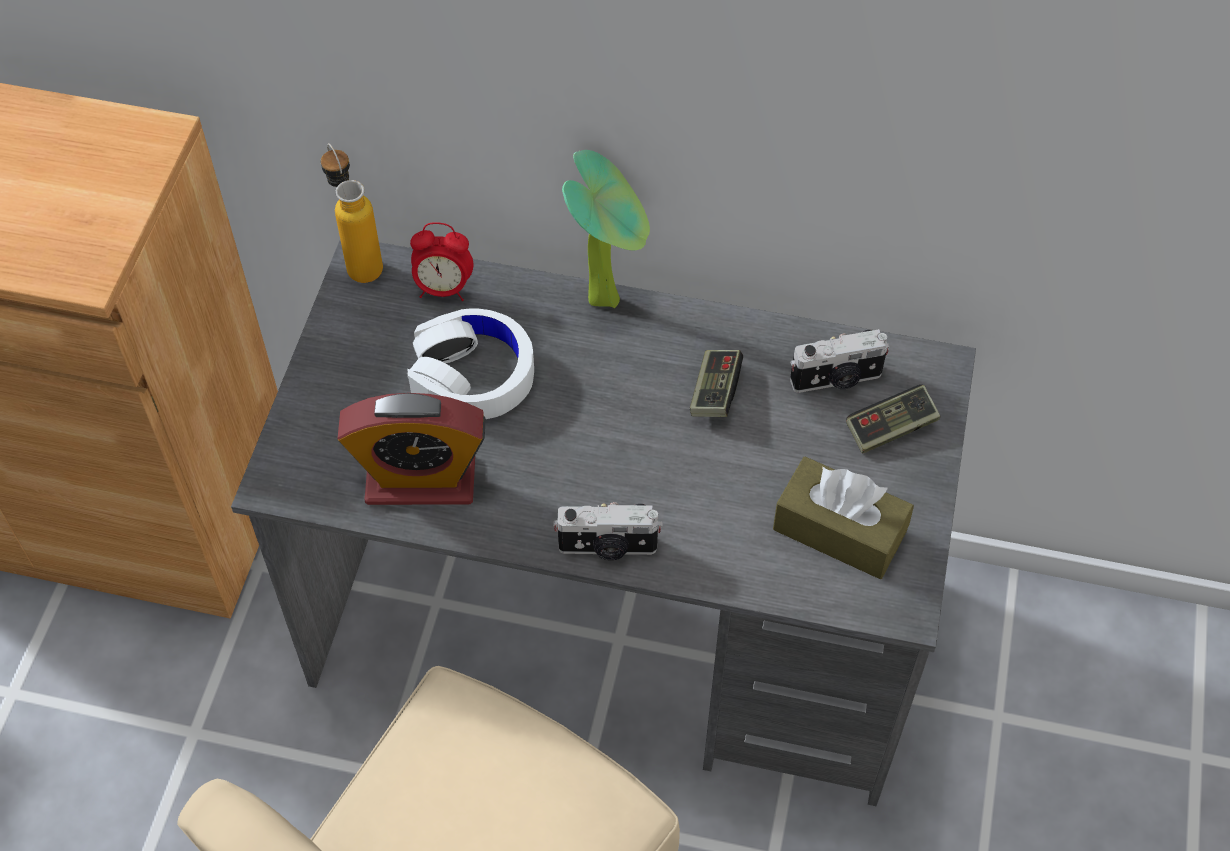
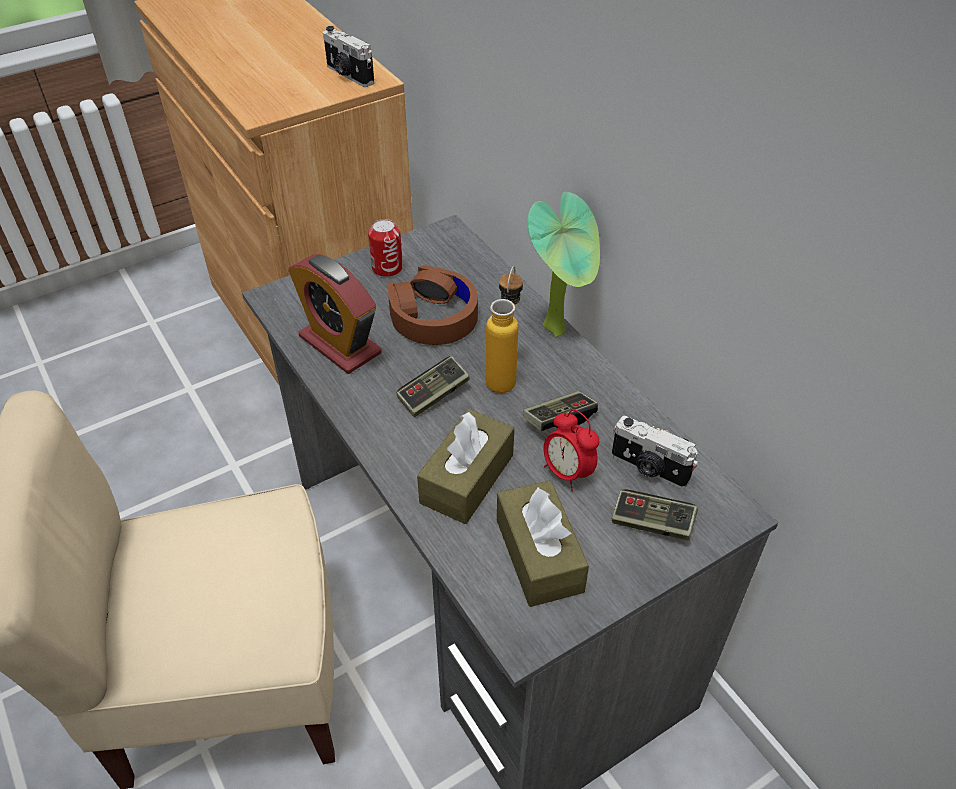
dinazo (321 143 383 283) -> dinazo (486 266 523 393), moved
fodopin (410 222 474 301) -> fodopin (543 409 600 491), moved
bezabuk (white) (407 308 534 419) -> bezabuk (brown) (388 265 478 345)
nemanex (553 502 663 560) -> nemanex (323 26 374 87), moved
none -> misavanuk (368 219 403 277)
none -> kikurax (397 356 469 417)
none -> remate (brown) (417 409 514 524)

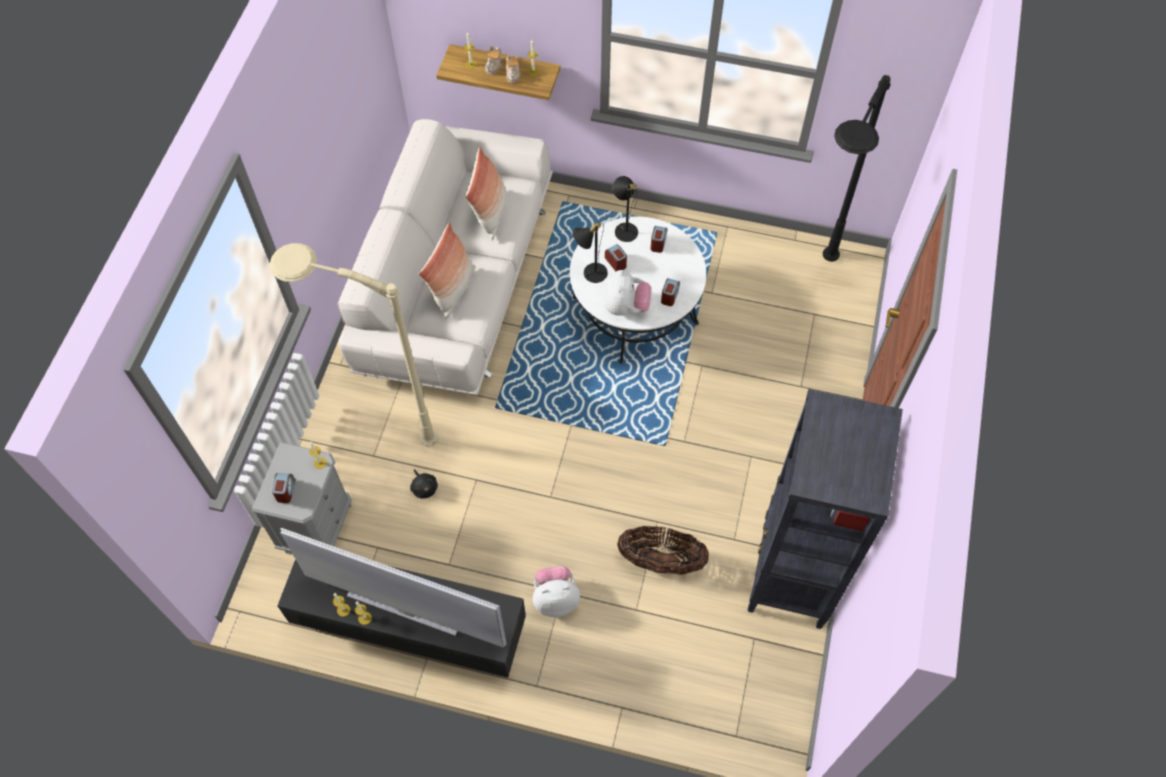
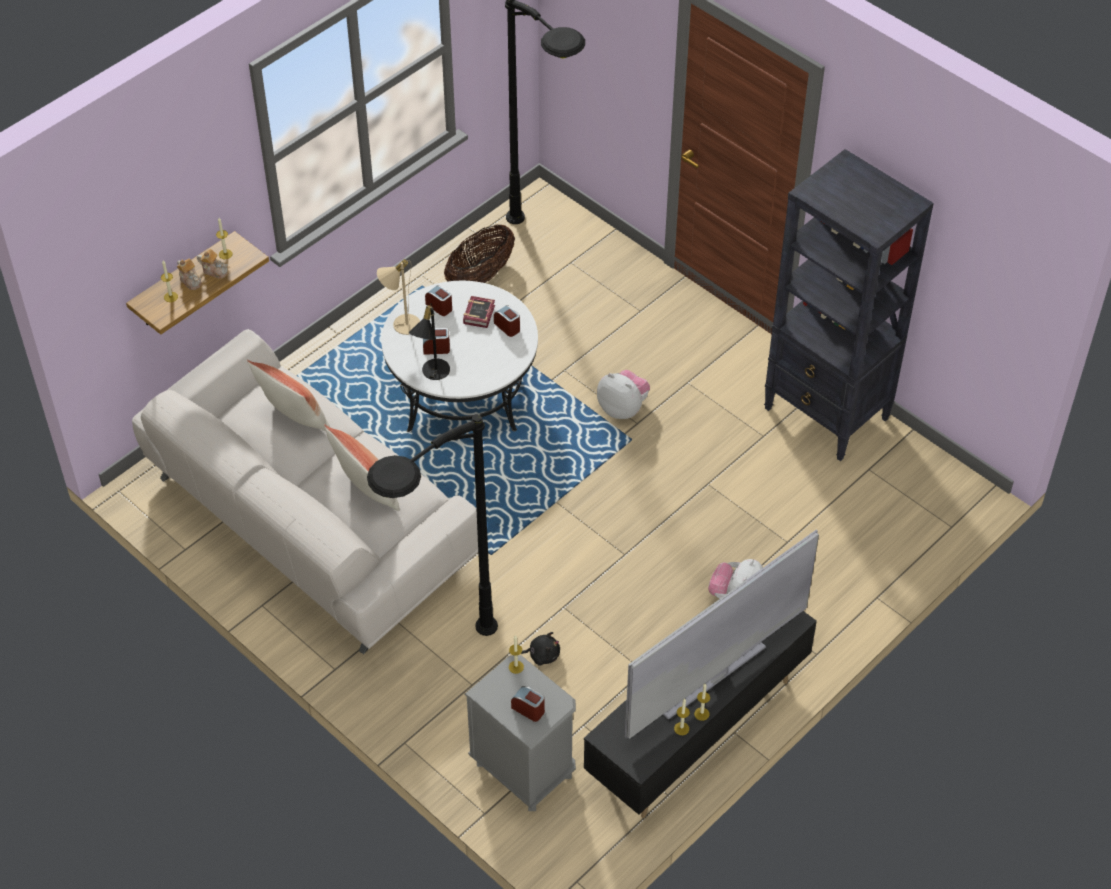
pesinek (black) (613 176 638 242) -> pesinek (beige) (377 259 420 335)
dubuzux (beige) (269 243 439 447) -> dubuzux (black) (367 414 498 636)
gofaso (604 270 651 316) -> gofaso (597 370 650 419), moved
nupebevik (617 526 709 575) -> nupebevik (444 224 515 283), moved
none -> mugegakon (463 296 495 328)

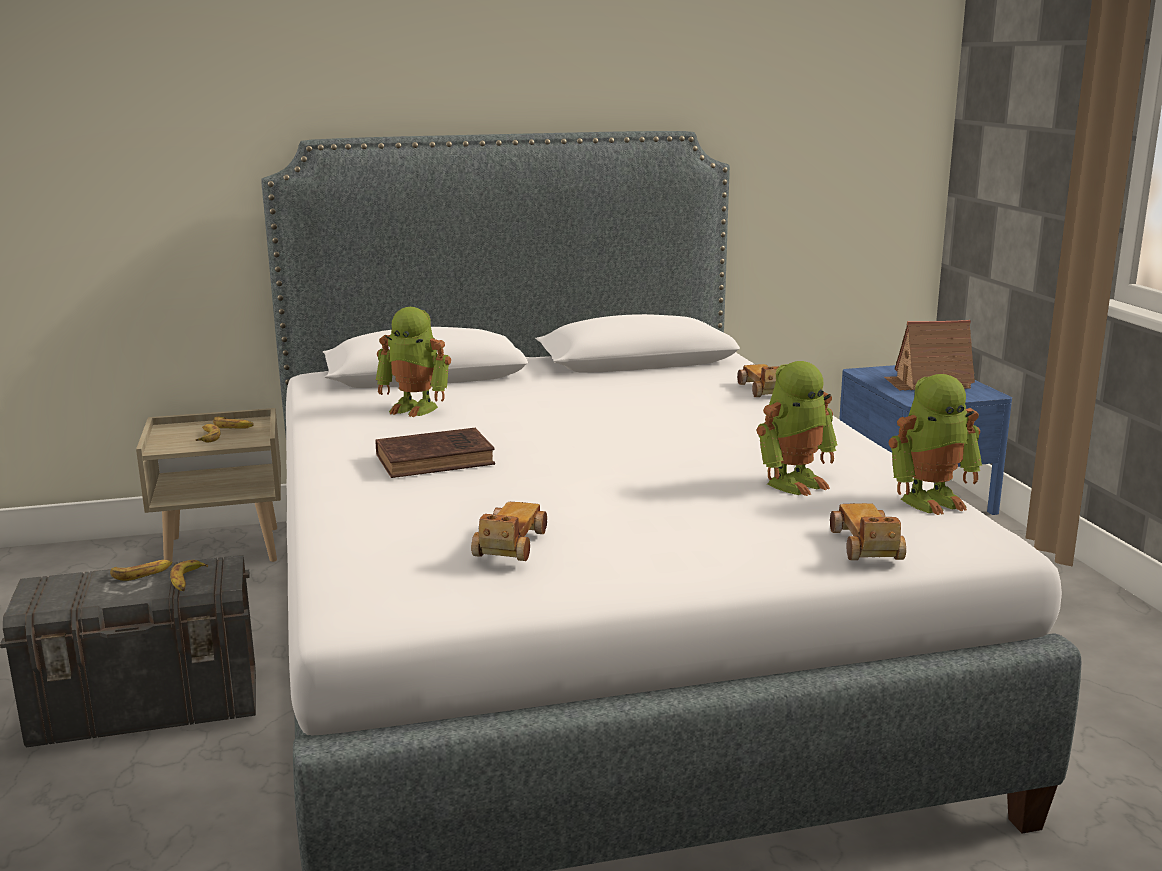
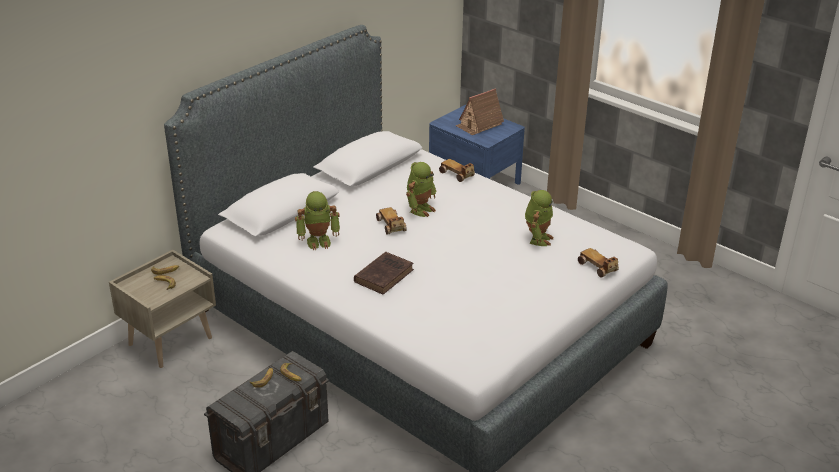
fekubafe (889 374 982 515) -> fekubafe (406 162 436 217), moved
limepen (471 502 547 561) -> limepen (376 207 407 235), moved

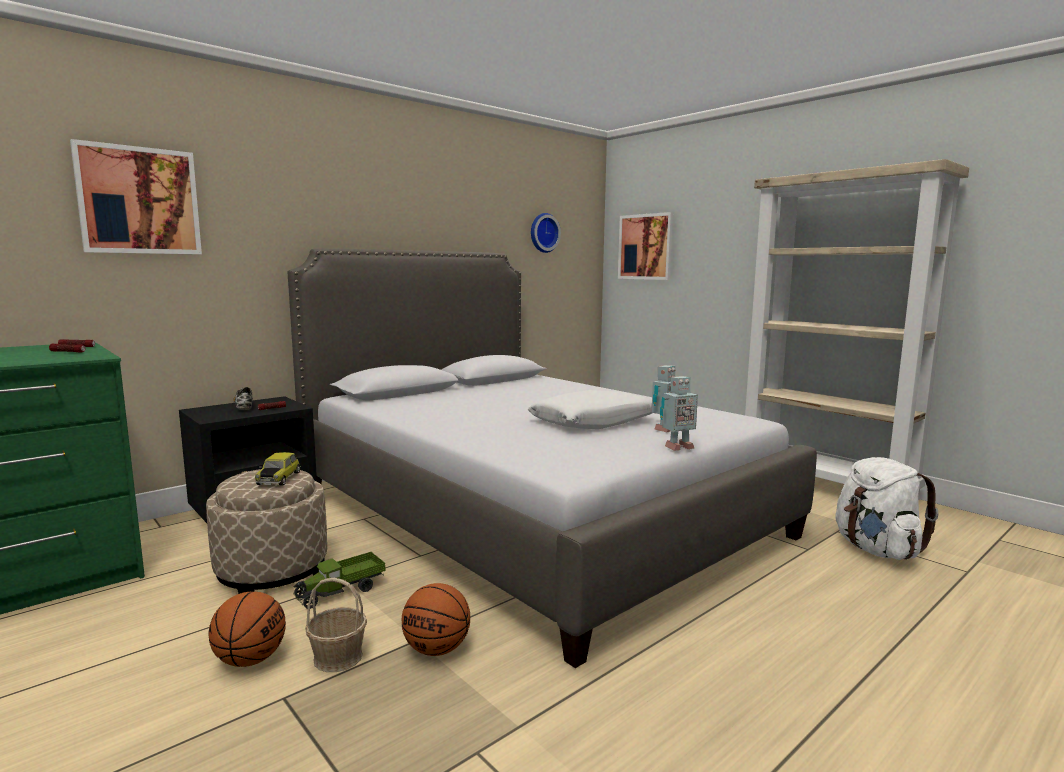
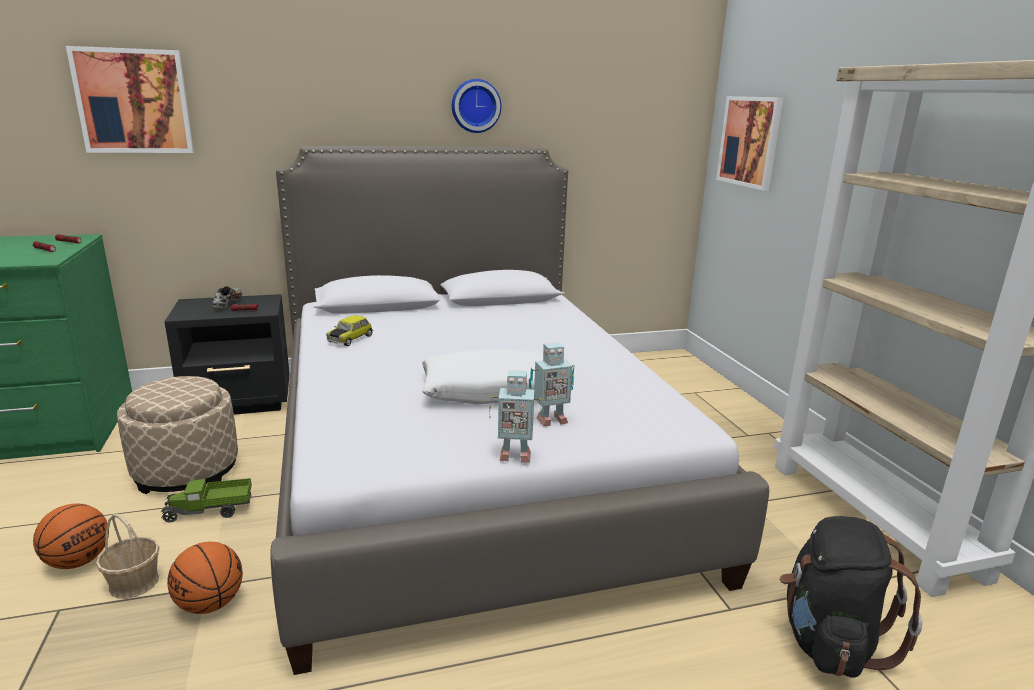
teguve (531 213 561 253) -> teguve (452 79 501 133), moved
limepen (255 452 301 486) -> limepen (326 315 373 346), moved
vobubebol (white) (835 457 939 560) -> vobubebol (black) (780 516 922 678)

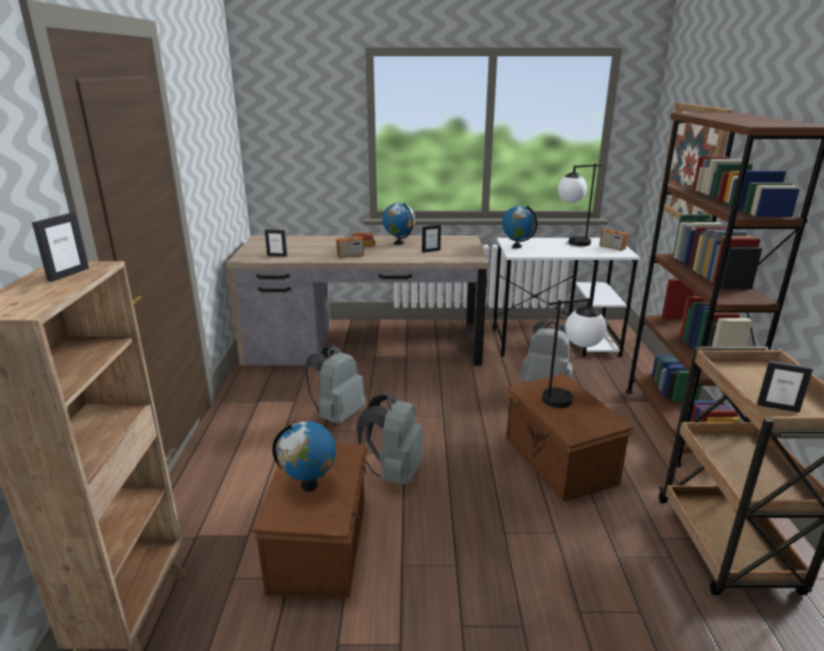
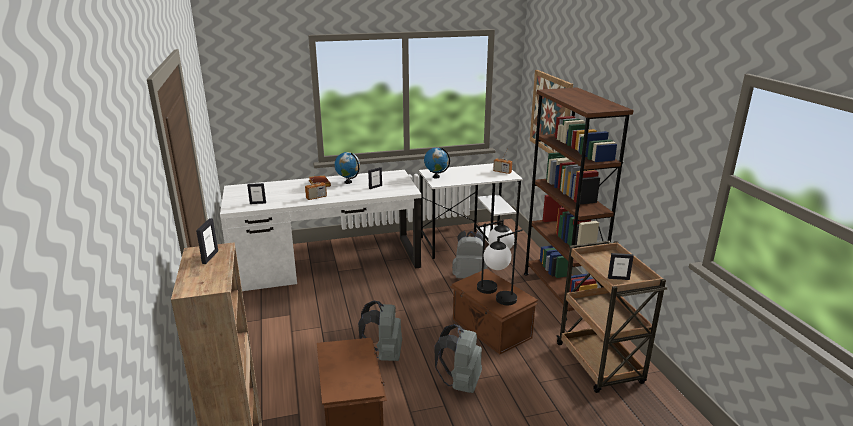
pesinek (558 164 603 246) -> pesinek (484 229 523 305), moved
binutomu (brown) (226 236 489 366) -> binutomu (white) (220 170 421 291)
vobubebol (grey) (305 345 365 424) -> vobubebol (grey) (434 324 482 393), moved
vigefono (272 421 336 492) -> none

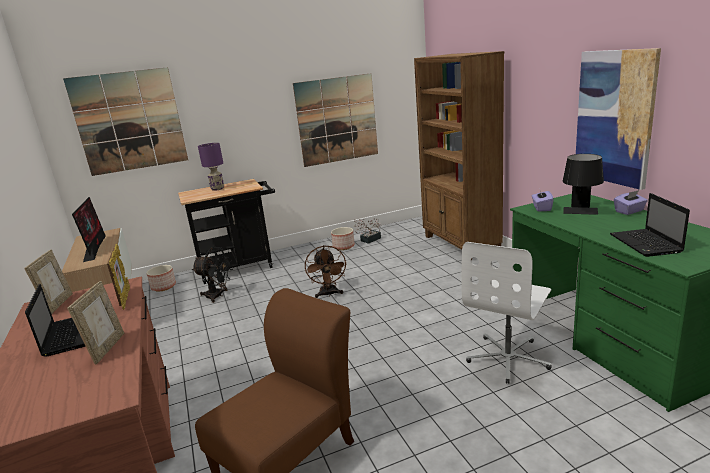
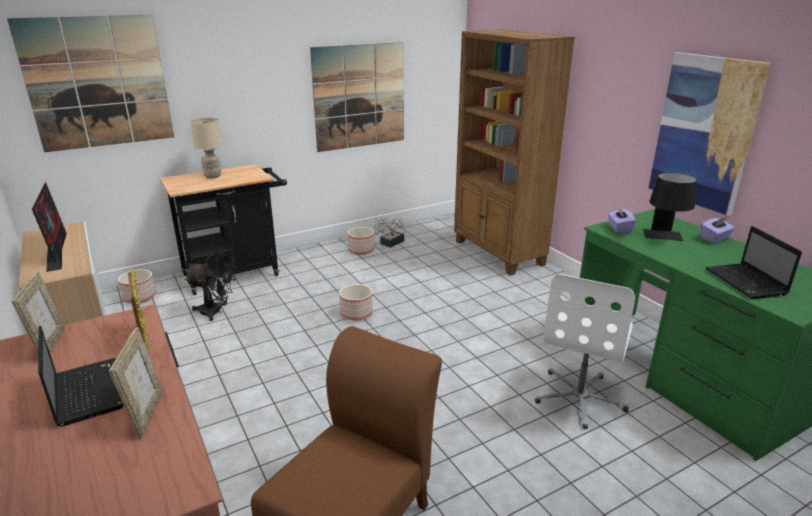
pesinek (purple) (198 143 224 191) -> pesinek (beige) (190 117 222 179)
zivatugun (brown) (305 245 347 298) -> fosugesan (339 284 373 320)

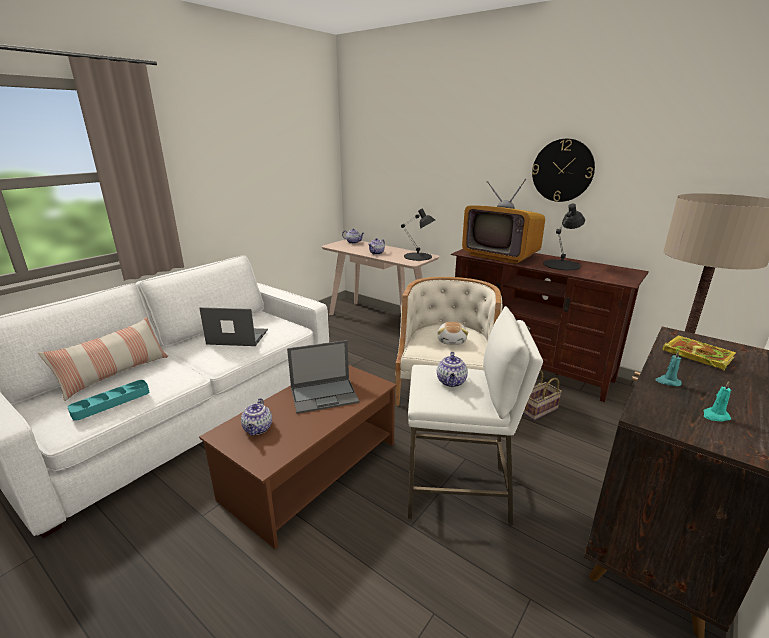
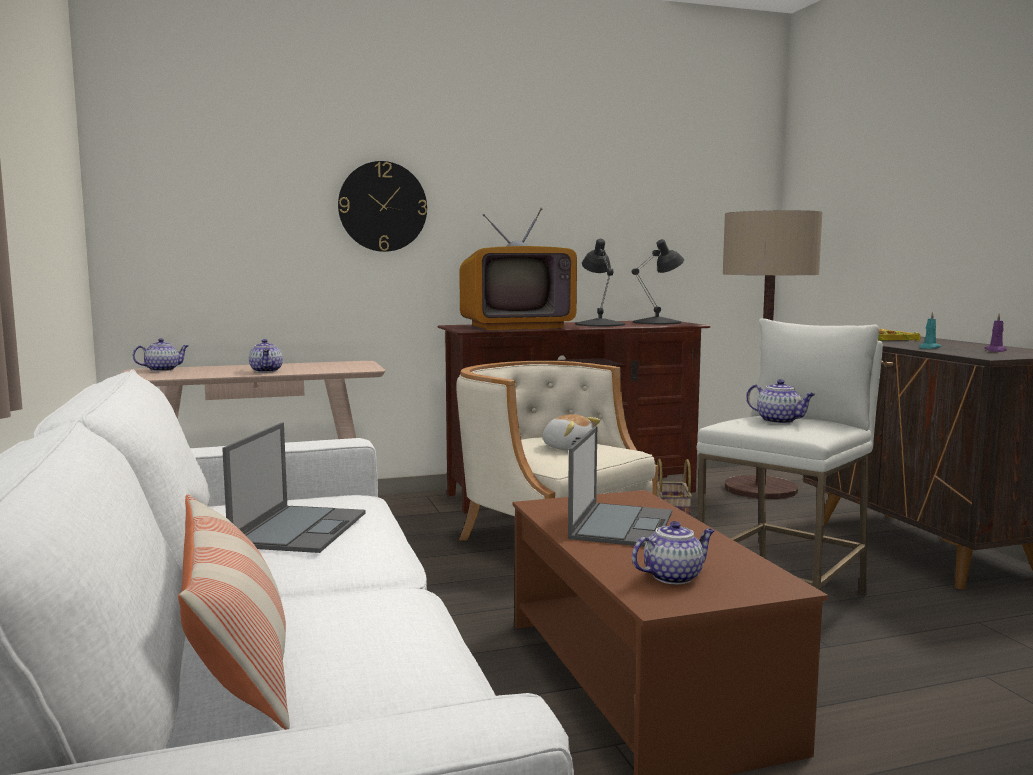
teguve (532 139 595 202) -> teguve (338 161 427 252), moved
pesinek (black) (401 209 435 261) -> pesinek (black) (632 239 684 324), moved
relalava (199 307 268 346) -> relalava (222 423 366 553), 150 degrees clockwise
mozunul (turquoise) (68 380 149 421) -> none
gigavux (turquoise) (704 381 731 421) -> gigavux (purple) (985 313 1007 352)
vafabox (241 398 272 436) -> vafabox (632 521 714 584), 60 degrees counterclockwise

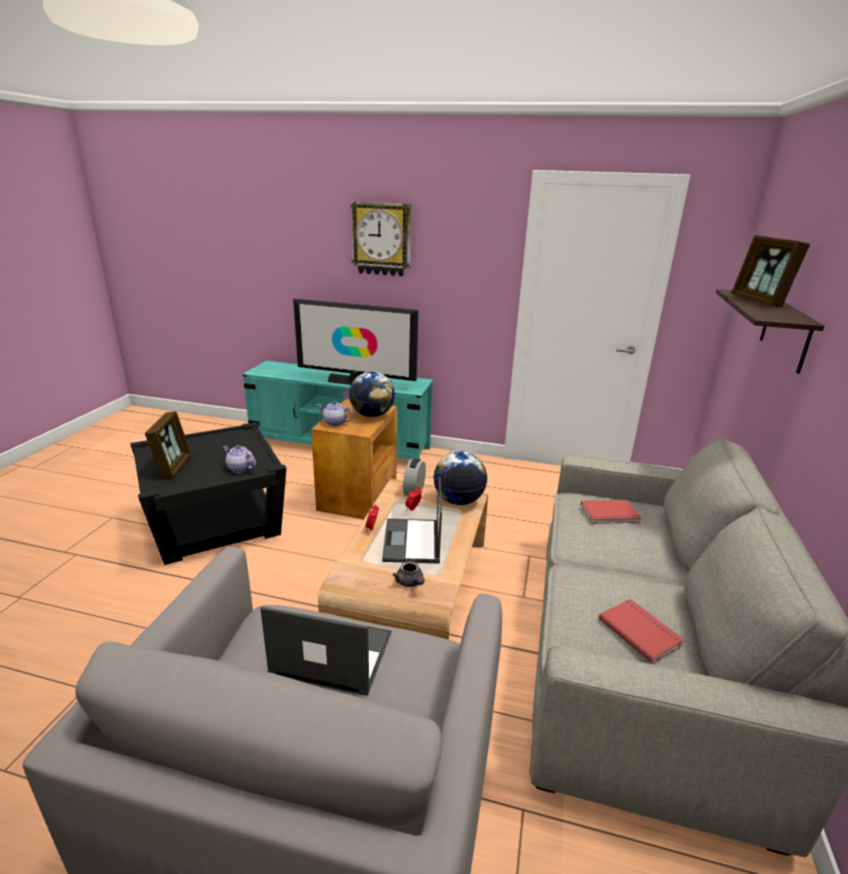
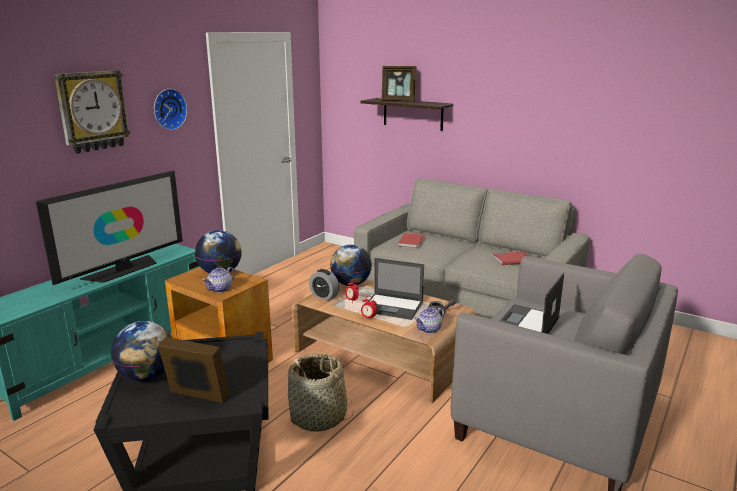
vafabox (223 445 256 473) -> vafabox (414 307 444 333), moved
none -> teguve (154 89 187 130)
none -> vigefono (111 321 172 382)
none -> nupebevik (288 353 354 432)

